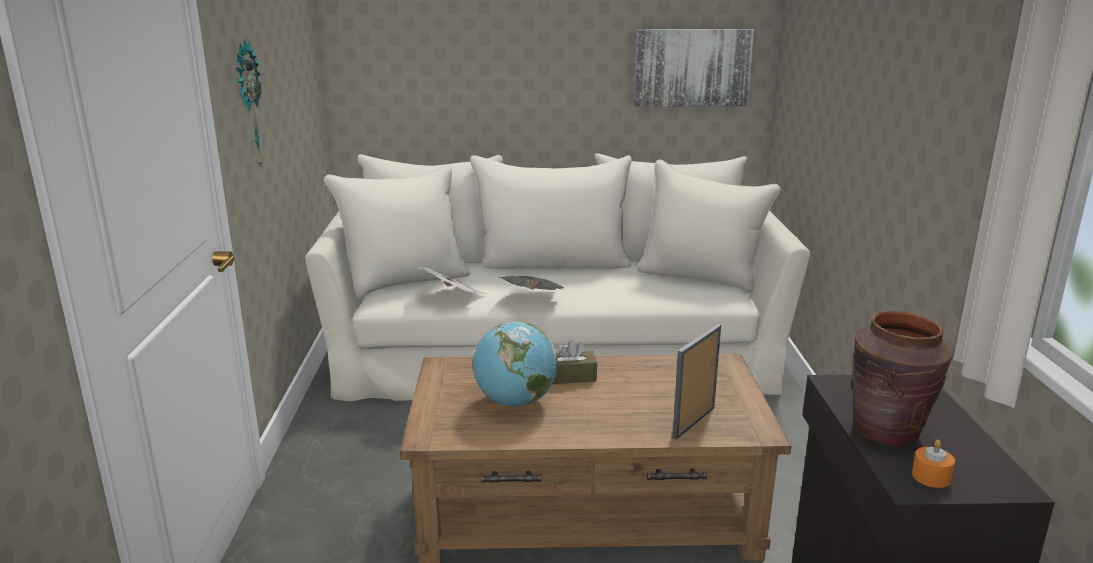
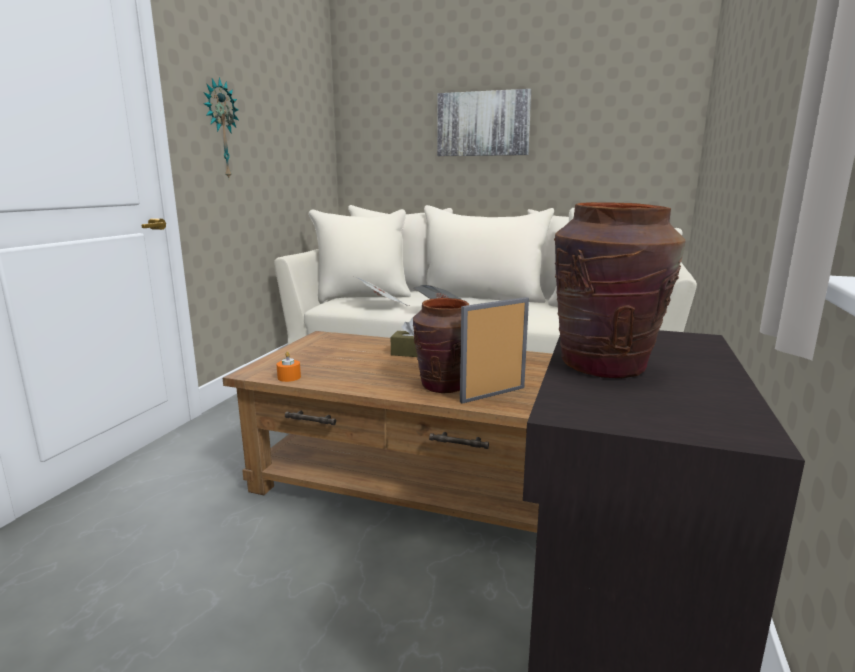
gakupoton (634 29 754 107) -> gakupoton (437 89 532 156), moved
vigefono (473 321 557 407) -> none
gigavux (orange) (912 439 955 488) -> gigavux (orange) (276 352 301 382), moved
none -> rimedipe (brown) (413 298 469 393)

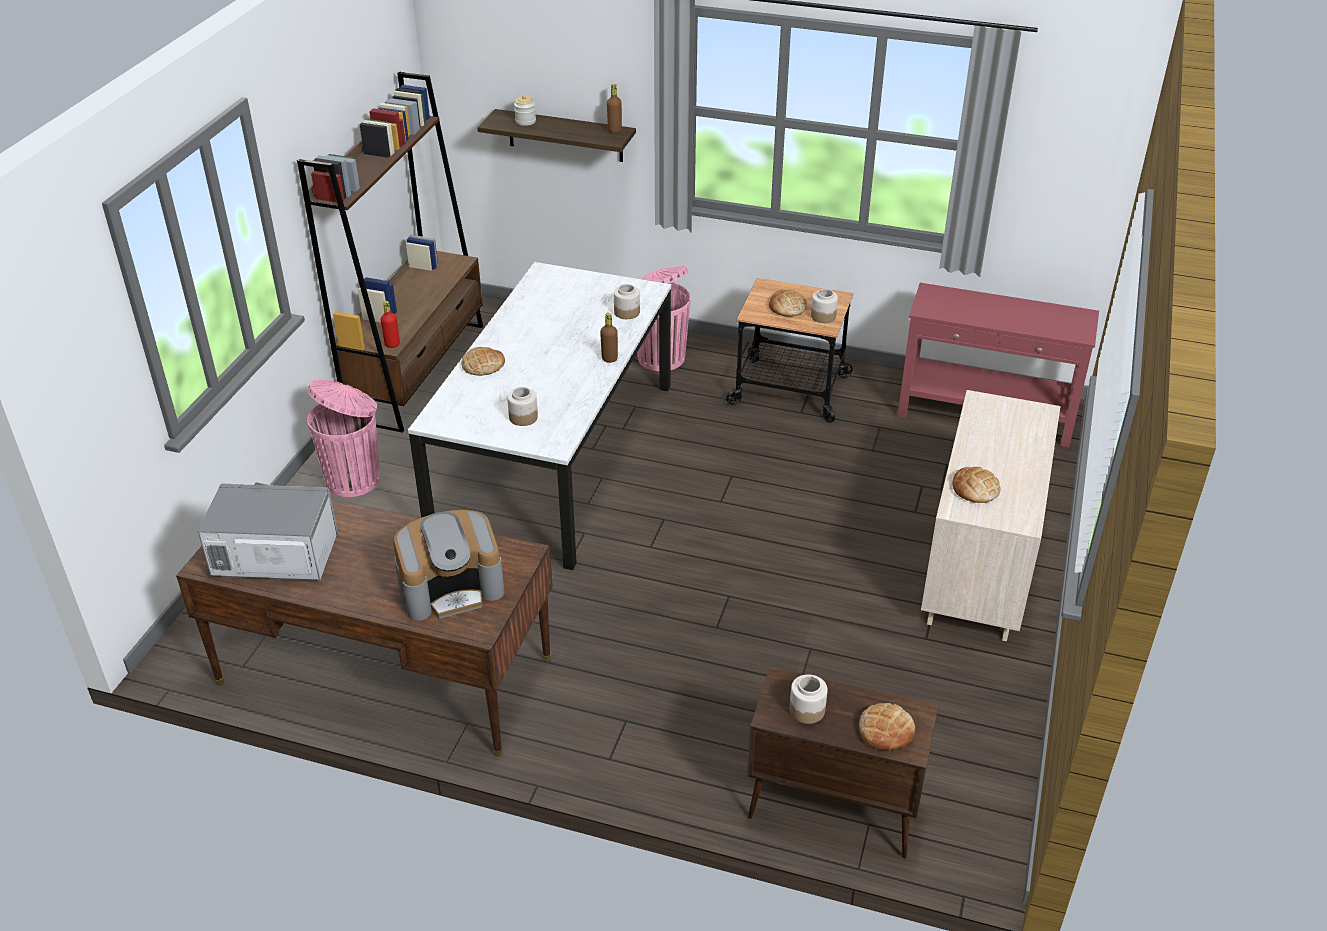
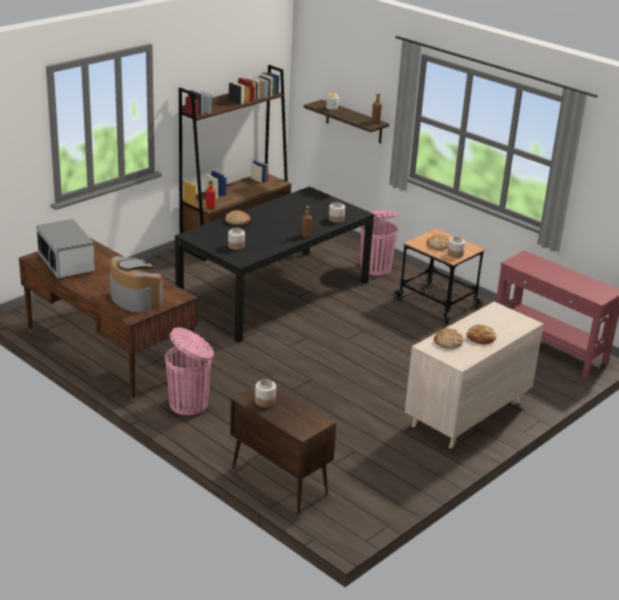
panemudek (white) (408 262 671 570) -> panemudek (black) (175 186 374 343)
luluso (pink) (307 379 380 497) -> luluso (pink) (165 327 214 415), moved
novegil (198 484 338 580) -> novegil (36 219 95 278), 150 degrees counterclockwise
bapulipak (393 510 504 621) -> bapulipak (110 256 163 312), 135 degrees counterclockwise
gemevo (859 703 915 750) -> gemevo (467 324 496 344), moved

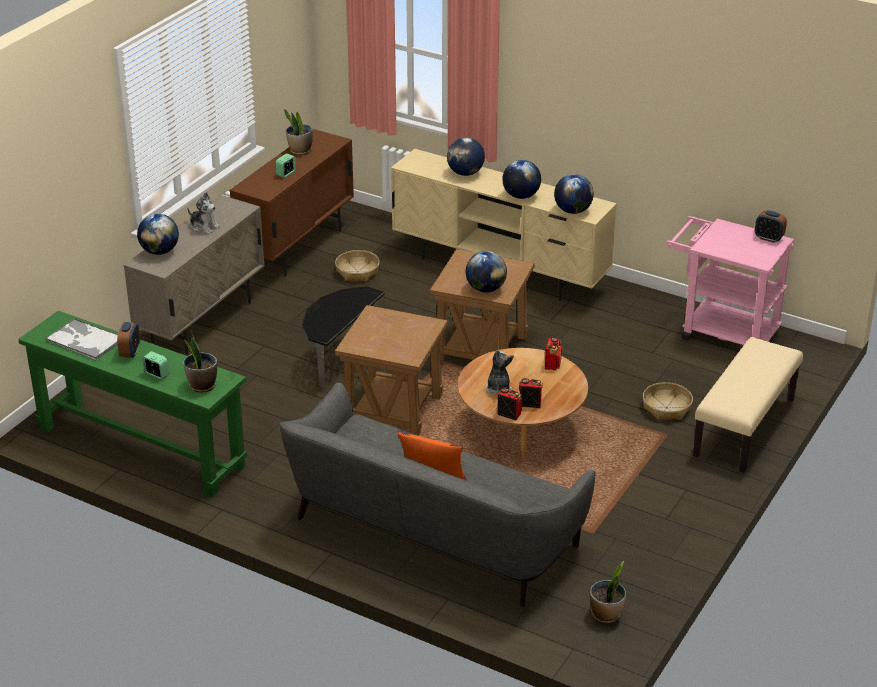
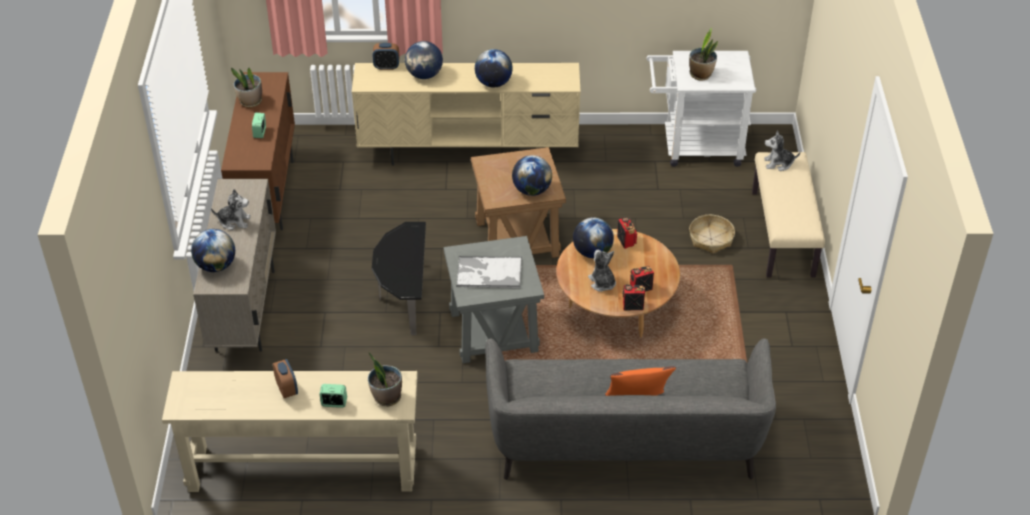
vigefono (554 174 594 214) -> vigefono (573 218 614 258), moved
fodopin (755 210 787 243) -> fodopin (373 43 400 70), moved
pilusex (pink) (665 216 794 345) -> pilusex (white) (646 51 756 167)
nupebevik (335 250 380 281) -> none
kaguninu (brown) (335 305 448 436) -> kaguninu (grey) (444 236 544 363)
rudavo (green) (18 311 247 497) -> rudavo (beige) (162 371 418 492)
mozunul (45 318 118 360) -> mozunul (456 256 522 288), moved
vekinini (590 561 626 623) -> vekinini (689 27 718 80), moved
none -> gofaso (764 131 800 171)

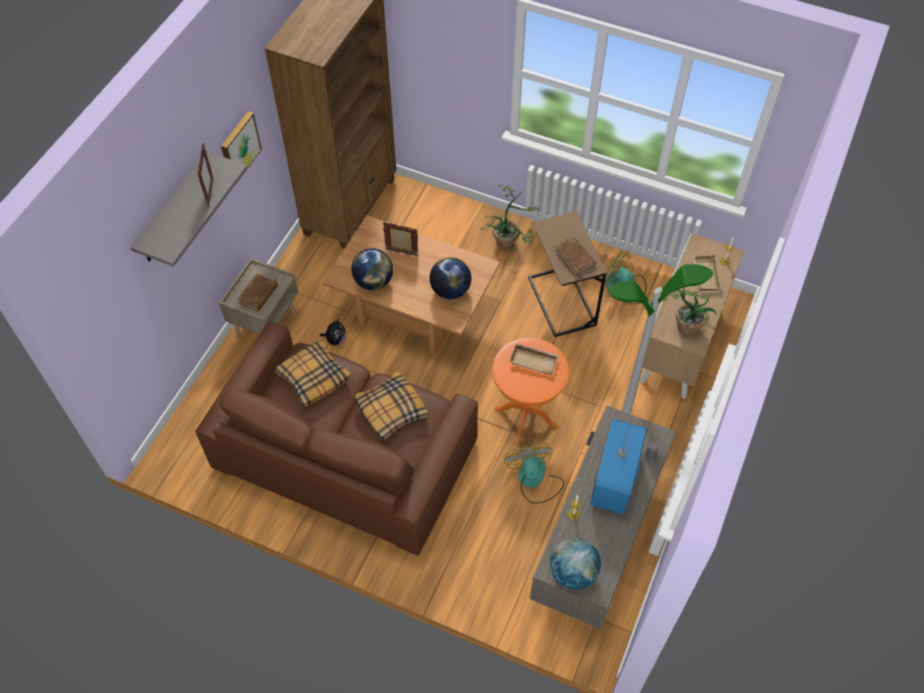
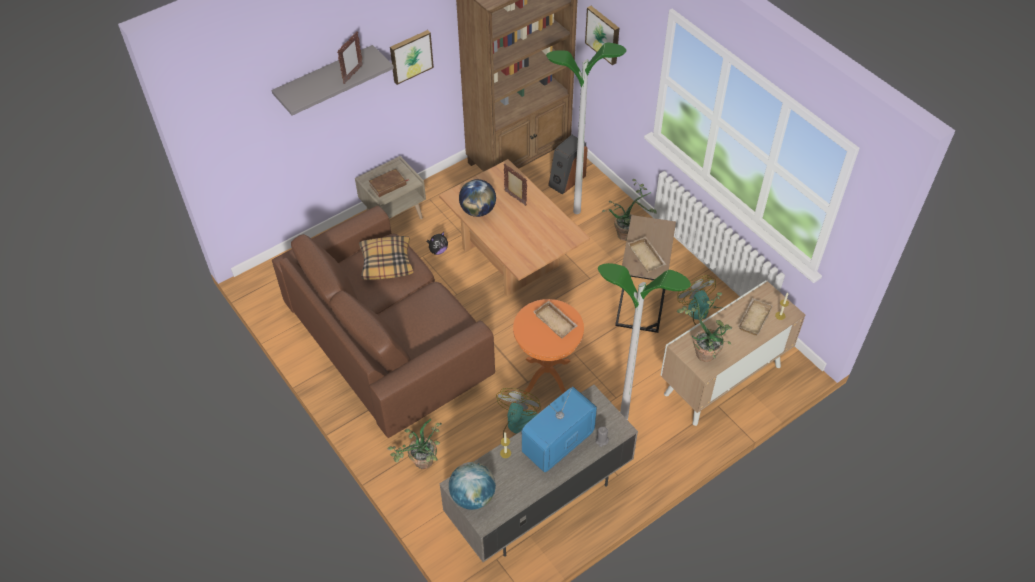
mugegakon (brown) (555 237 596 275) -> mozunul (beige) (628 236 666 273)
vigefono (430 257 471 299) -> none
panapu (354 371 428 441) -> none
none -> gakupoton (585 6 619 65)
none -> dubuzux (546 42 627 214)
none -> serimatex (548 135 588 194)
none -> vekinini (388 419 442 469)

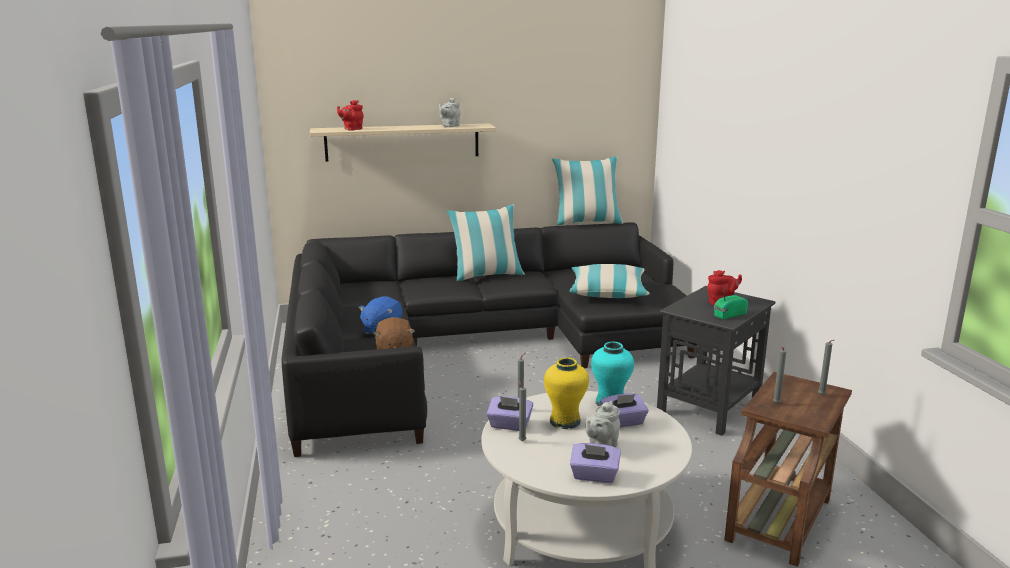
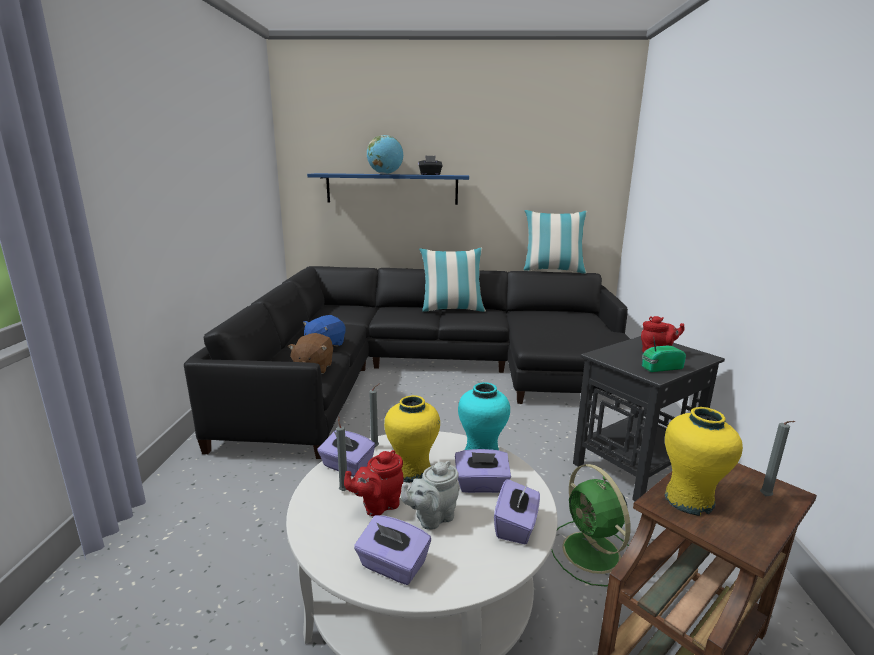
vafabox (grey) (439 98 460 127) -> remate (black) (418 155 442 175)
vafabox (red) (337 100 363 131) -> vafabox (red) (344 450 403 516), moved
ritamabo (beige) (310 124 496 162) -> ritamabo (blue) (307 173 469 205)
panapu (569 264 649 298) -> none
gigavux (grey) (773 347 786 404) -> rimedipe (yellow) (665 407 743 516)
none -> vigefono (367 135 403 174)
none -> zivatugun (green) (551 464 631 587)
none -> remate (purple) (494 479 540 544)

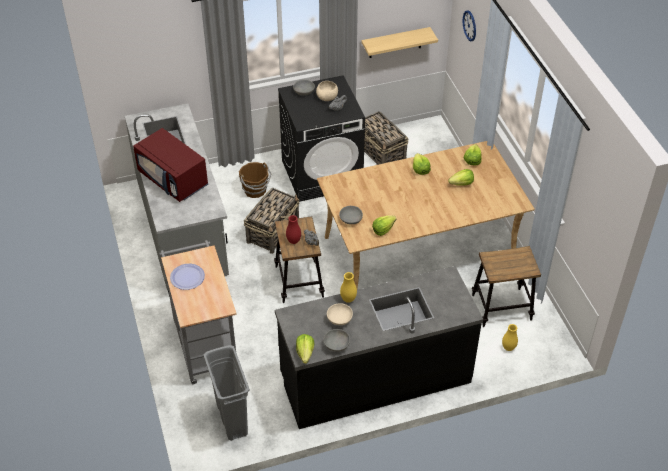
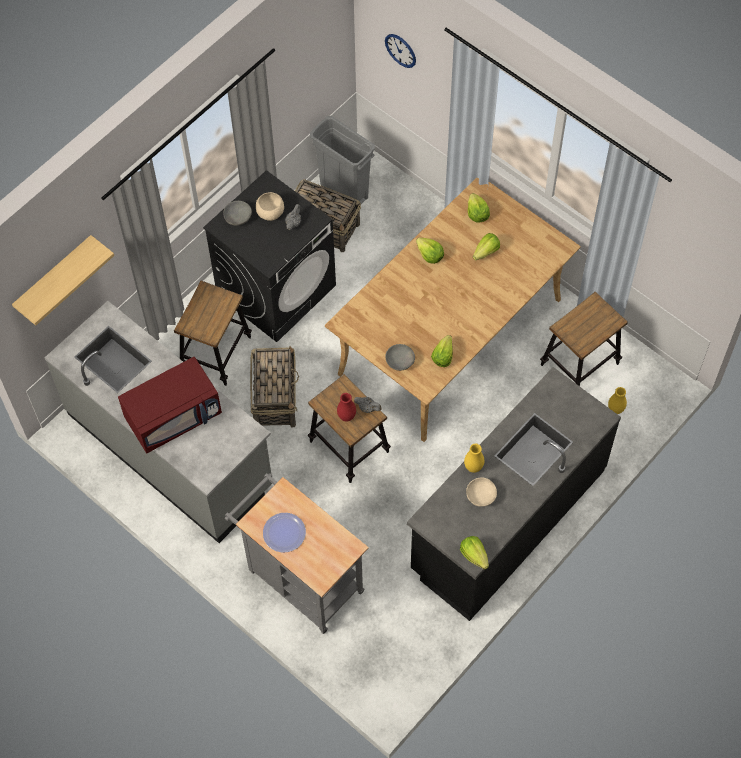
ritamabo (362 27 438 58) -> ritamabo (12 235 114 326), moved
novegil (red) (133 128 208 202) -> novegil (red) (118 357 222 454), 45 degrees counterclockwise
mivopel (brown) (239 162 271 198) -> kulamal (174 281 252 386)
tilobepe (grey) (323 329 350 352) -> none
luluso (grey) (203 345 249 441) -> luluso (grey) (310 116 375 204), moved

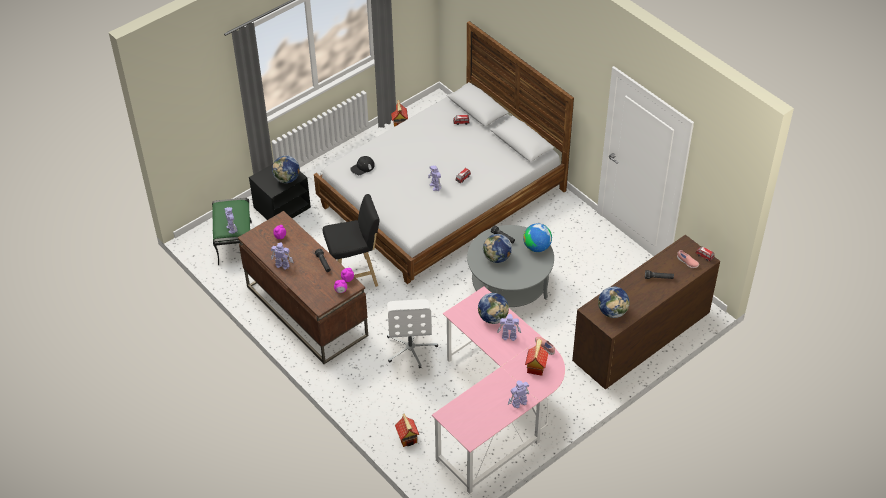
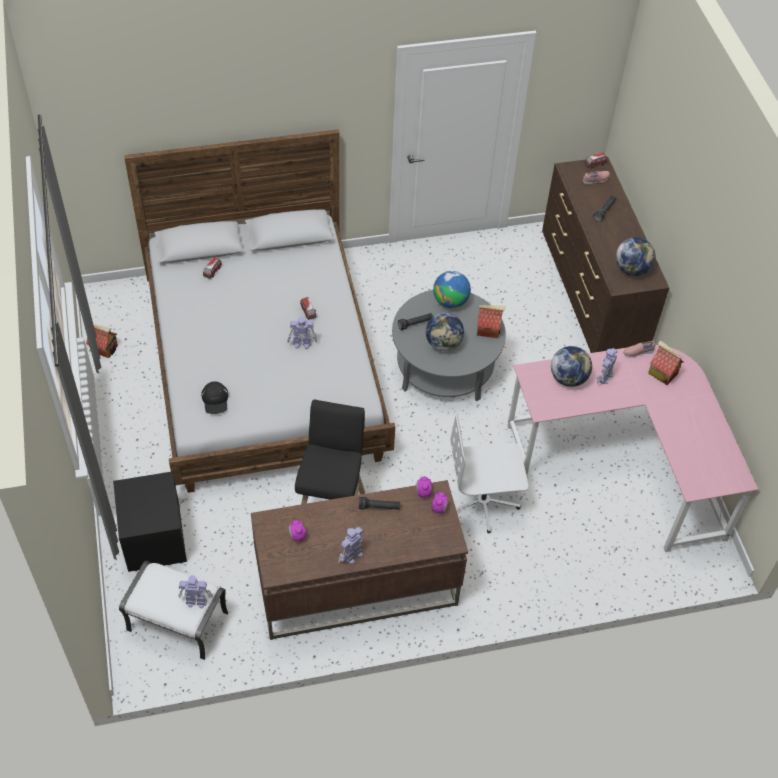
vigefono (272 156 300 183) -> none
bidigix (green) (212 198 252 265) -> bidigix (white) (119 560 228 660)
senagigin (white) (387 299 438 368) -> senagigin (white) (451 413 528 533), 150 degrees clockwise
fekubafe (508 381 529 408) -> none
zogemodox (395 413 419 447) -> zogemodox (477 305 506 338), moved

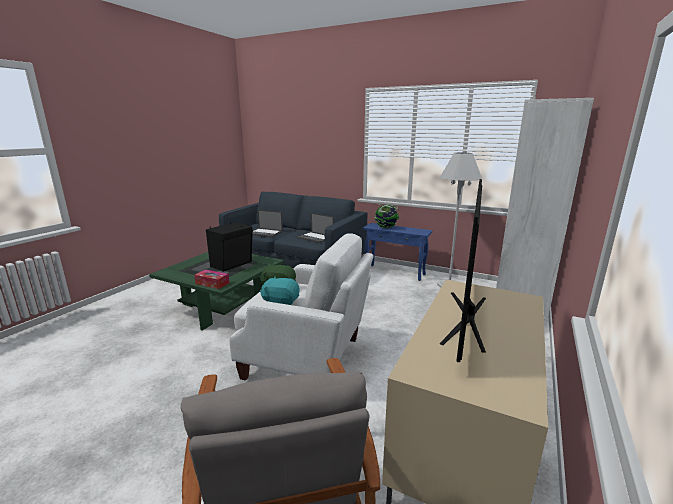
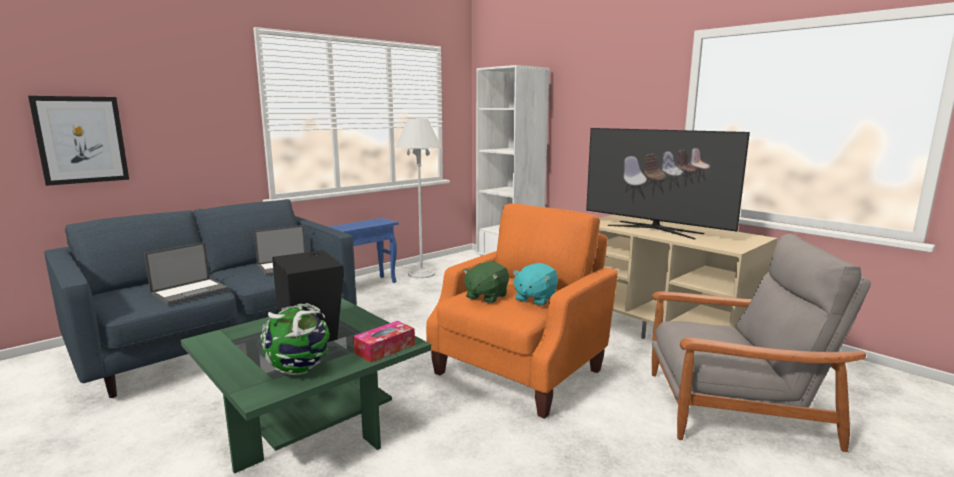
vigefono (375 203 400 228) -> vigefono (261 303 330 375), moved
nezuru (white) (230 233 373 381) -> nezuru (orange) (426 203 618 419)
none -> gakupoton (28 96 129 186)

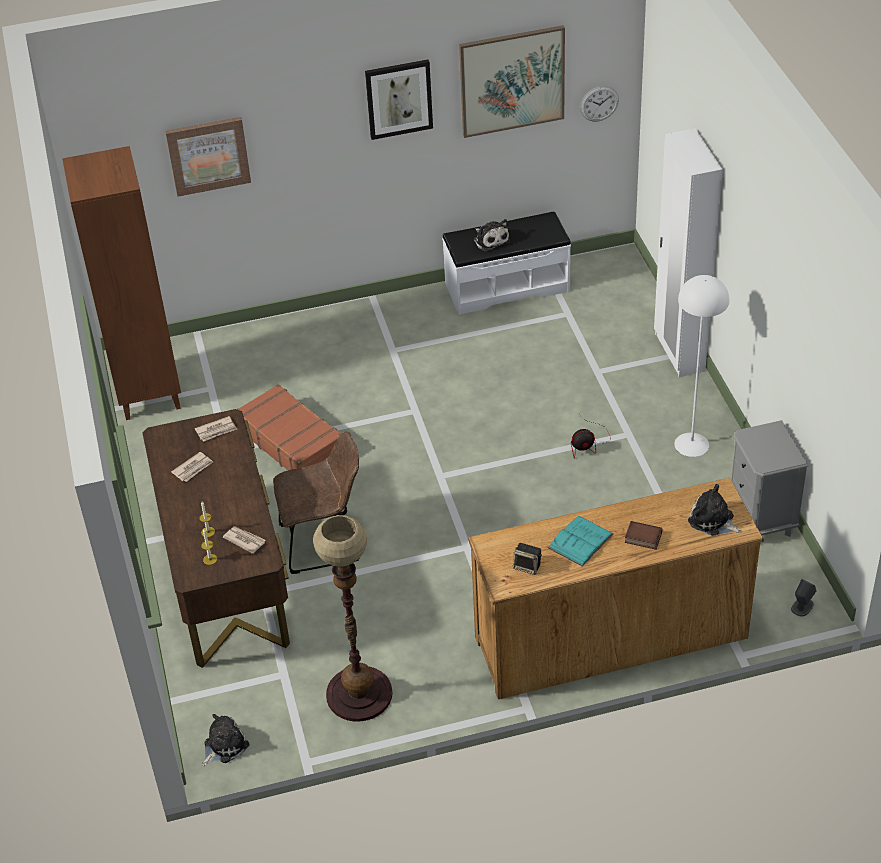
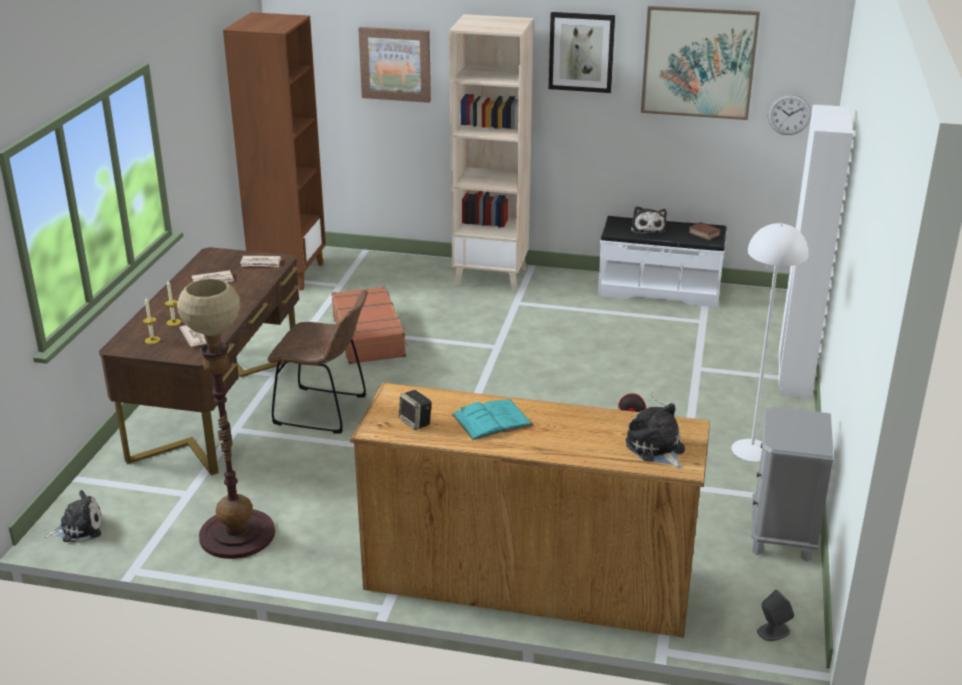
mugegakon (625 521 662 550) -> mugegakon (688 222 721 241), moved
none -> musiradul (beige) (449 14 534 291)

